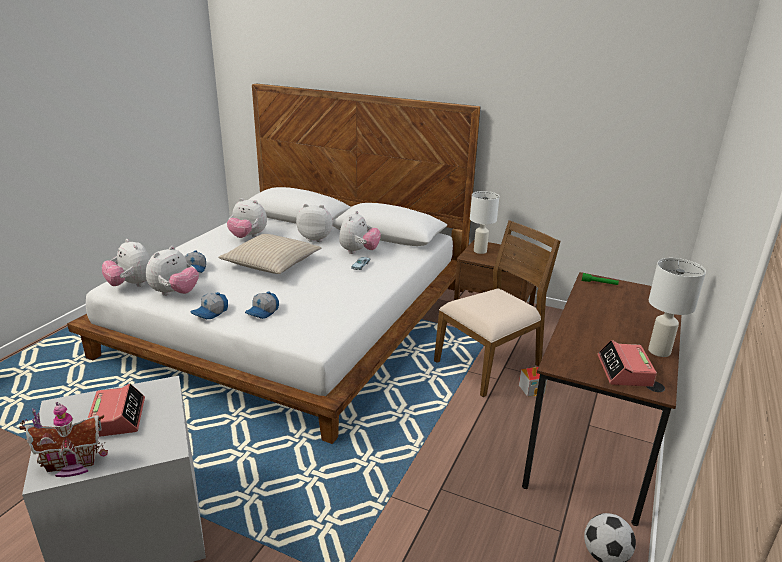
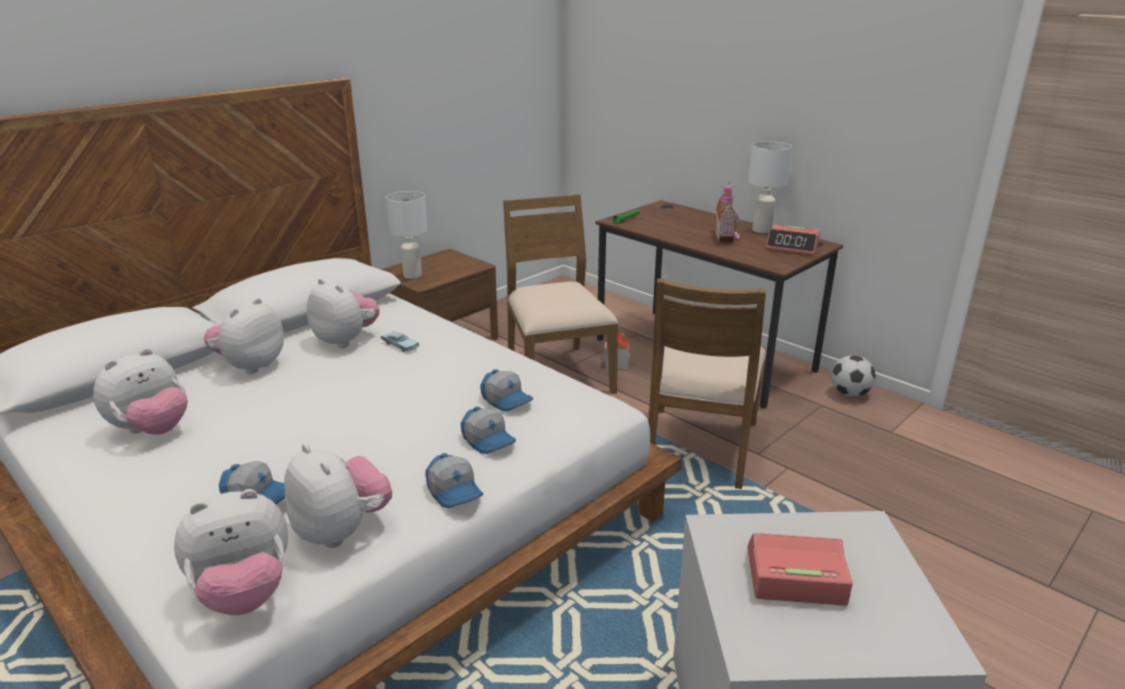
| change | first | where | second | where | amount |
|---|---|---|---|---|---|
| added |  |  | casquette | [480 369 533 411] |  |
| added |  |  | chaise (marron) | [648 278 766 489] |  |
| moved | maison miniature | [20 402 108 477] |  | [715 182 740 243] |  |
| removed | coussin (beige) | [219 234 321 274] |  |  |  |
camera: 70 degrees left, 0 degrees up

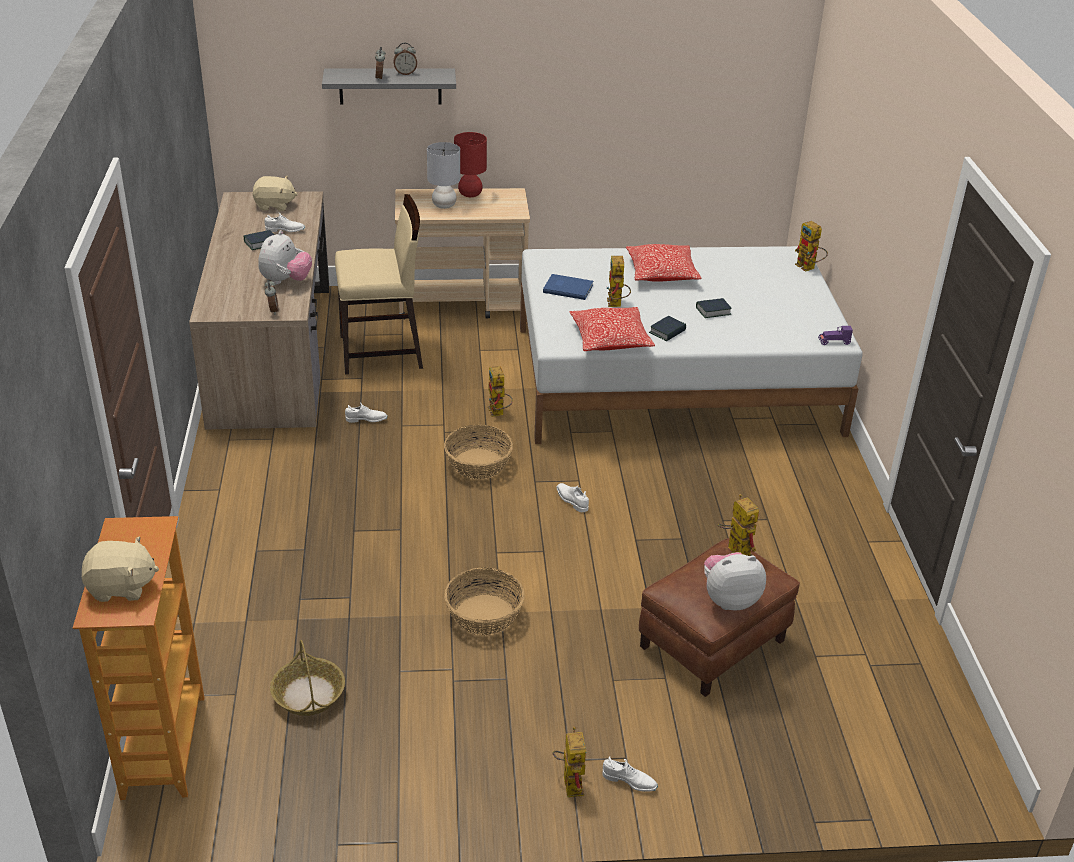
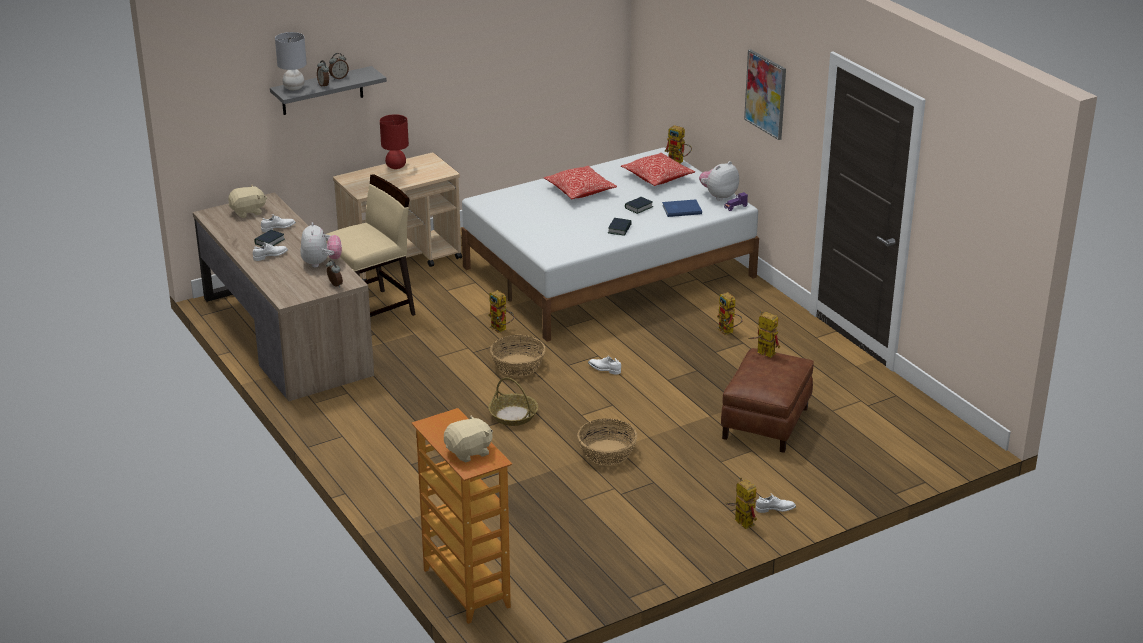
| change | first | where | second | where | amount |
|---|---|---|---|---|---|
| moved | chaussure (blanc) | [345 403 388 423] |  | [253 242 288 261] |  |
| moved | lampe de table (gris) | [427 142 460 209] |  | [275 32 307 90] |  |
| moved | panier | [270 640 345 716] |  | [488 377 538 426] |  |
| moved | coussin | [570 307 655 351] |  | [621 153 695 186] |  |
| moved | livre (bleu) | [543 274 593 300] |  | [662 199 702 217] |  |
| moved | peluche | [704 552 766 610] |  | [699 161 739 201] |  |
| moved | robot jouet | [606 256 631 307] |  | [717 292 743 335] |  |
| added |  |  | tableau | [744 49 786 140] |  |
camera: 25 degrees left, 5 degrees down

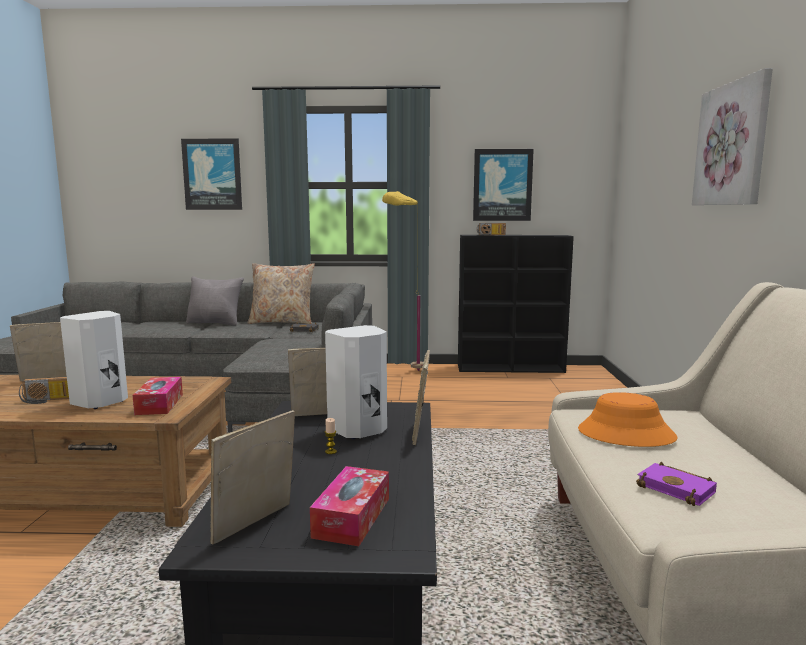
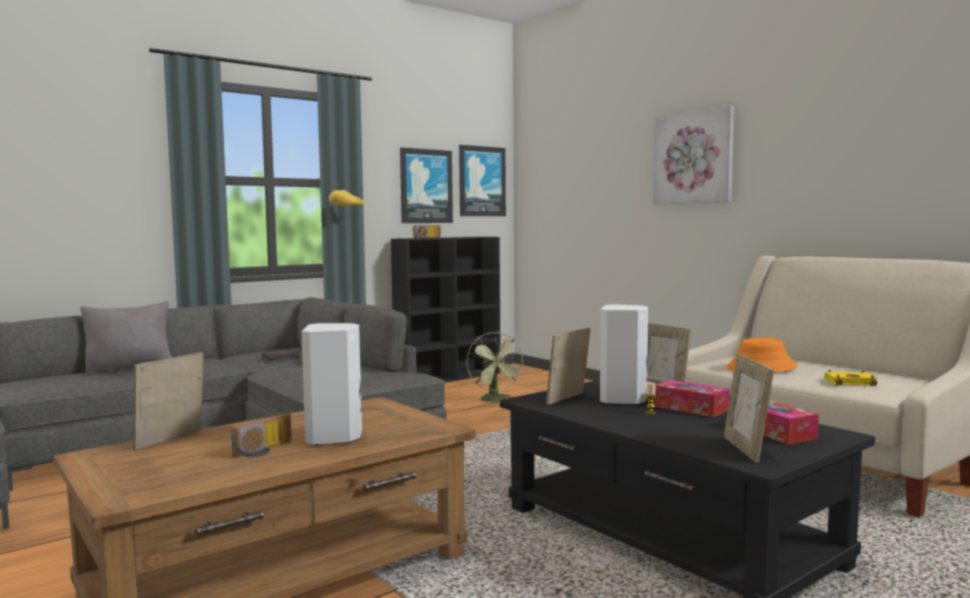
| change | first | where | second | where | amount |
|---|---|---|---|---|---|
| moved | tableau | [181 139 242 210] |  | [459 145 506 216] |  |
| added |  |  | ventilateur (vert) | [467 332 524 403] |  |
| moved | boîte à mouchoirs | [133 377 183 415] |  | [654 380 730 417] |  |
| recoloured | livre (violet) | [636 462 717 506] | livre (jaune) | [825 370 878 386] |  |
| removed | coussin (beige) | [248 263 315 324] |  |  |  |
camera: 40 degrees left, 5 degrees down

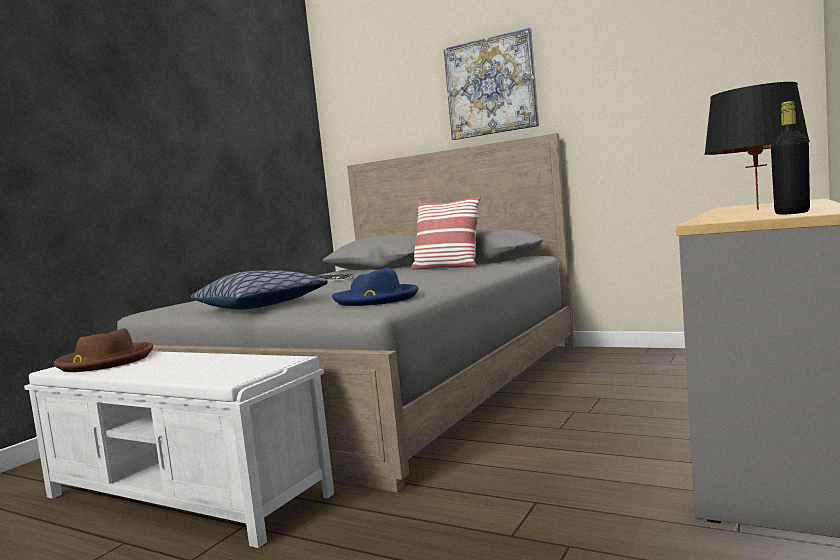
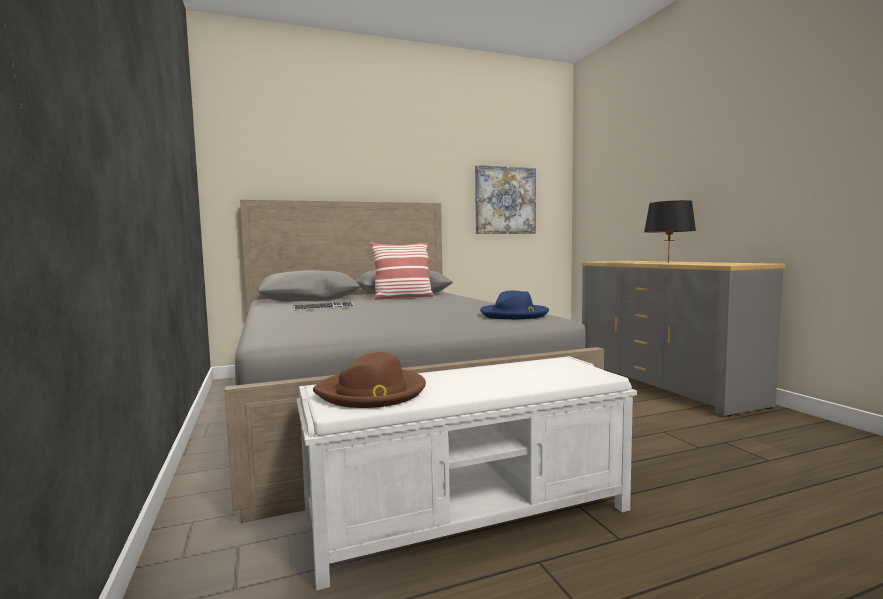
| change | first | where | second | where | amount |
|---|---|---|---|---|---|
| moved | tableau | [443 27 539 140] |  | [475 165 536 234] |  |
| removed | coussin | [191 270 328 309] |  |  |  |
| removed | bouteille (noir) | [771 101 810 215] |  |  |  |
camera: 50 degrees left, 0 degrees up

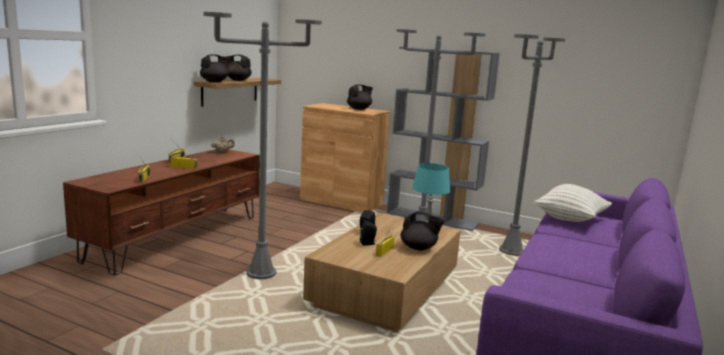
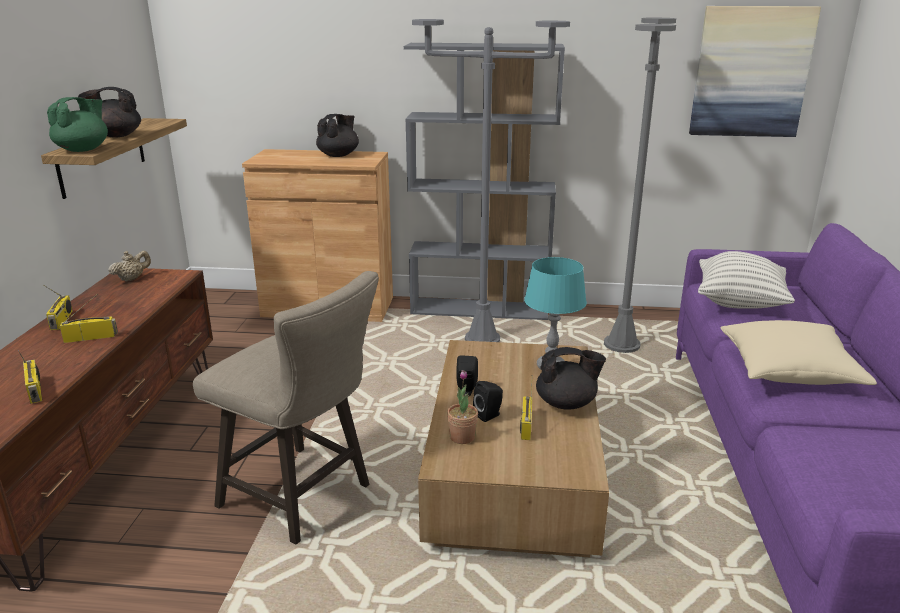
| change | first | where | second | where | amount |
|---|---|---|---|---|---|
| recoloured | théière (noir) | [200 54 230 82] | théière (vert) | [47 97 108 152] |  |
| replaced | lampadaire (gris) | [204 12 322 279] | tabouret (beige) | [193 271 379 544] |  |
| added |  |  | plante en pot | [447 370 478 444] |  |
| added |  |  | tableau | [689 6 821 137] |  |
| added |  |  | coussin (beige) | [721 320 877 385] |  |
camera: 20 degrees left, 10 degrees up

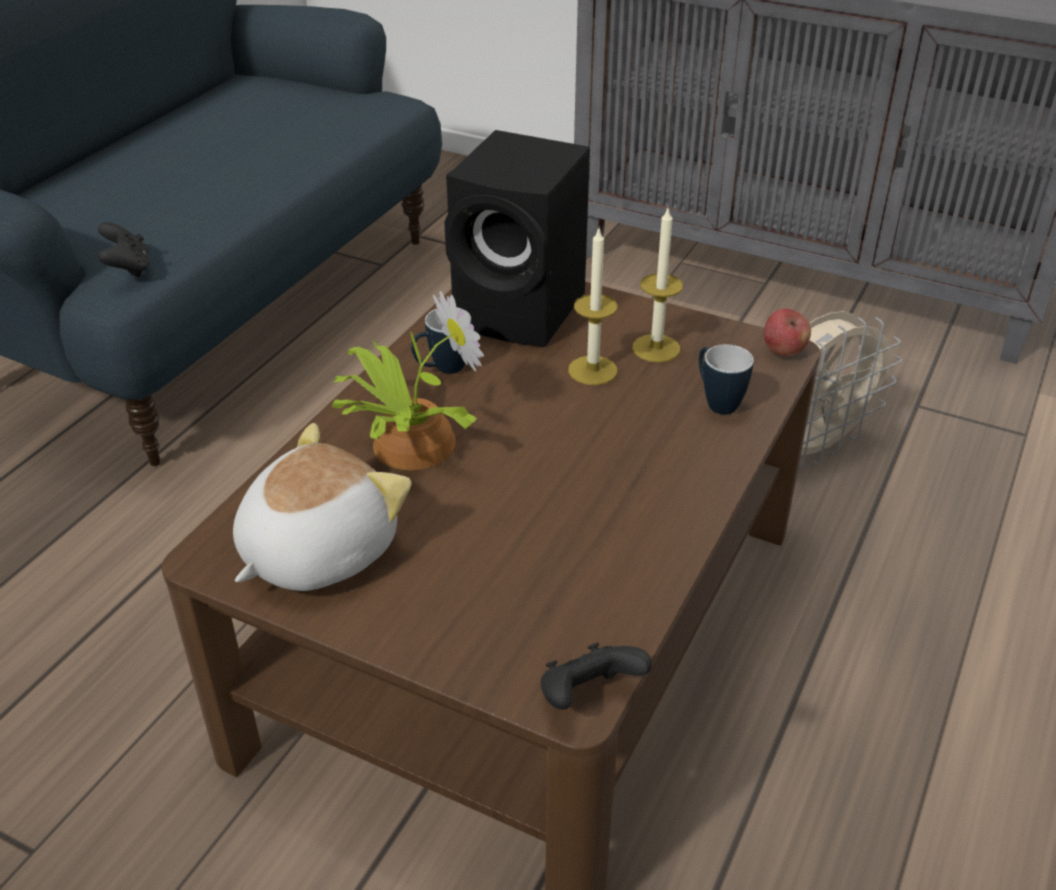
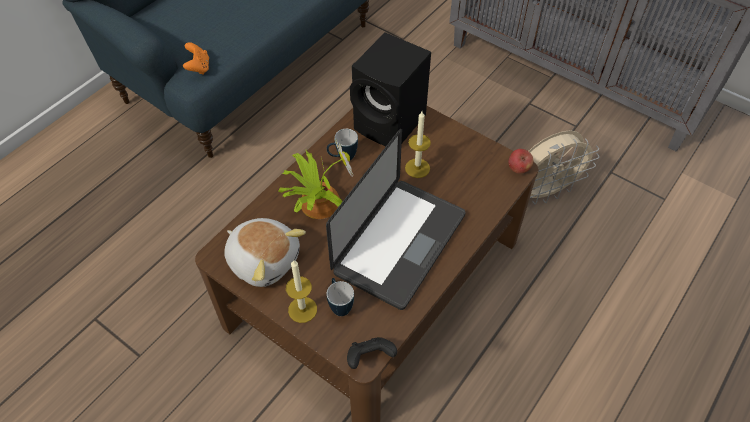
| change | first | where | second | where | amount |
|---|---|---|---|---|---|
| recoloured | manette (noir) | [98 222 149 278] | manette (orange) | [183 42 209 75] |  |
| turned | peluche | [233 423 412 591] |  | [224 218 306 287] | 75 degrees clockwise |
| moved | bougie | [632 208 683 362] |  | [286 259 317 323] |  |
| added |  |  | ordinateur portable | [326 129 465 310] |  |
| moved | mug | [699 344 754 415] |  | [327 278 354 316] |  |
camera: 10 degrees right, 15 degrees up

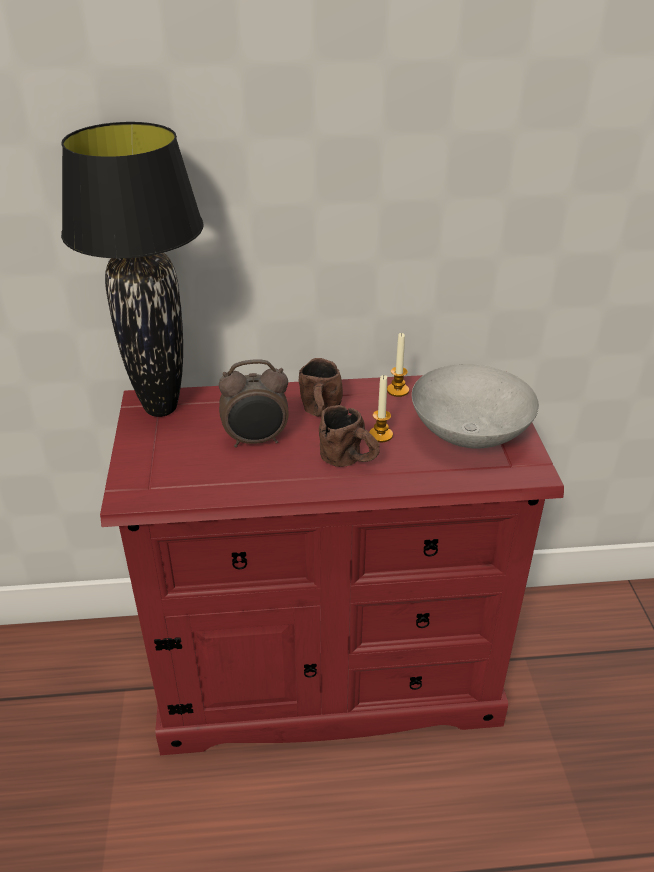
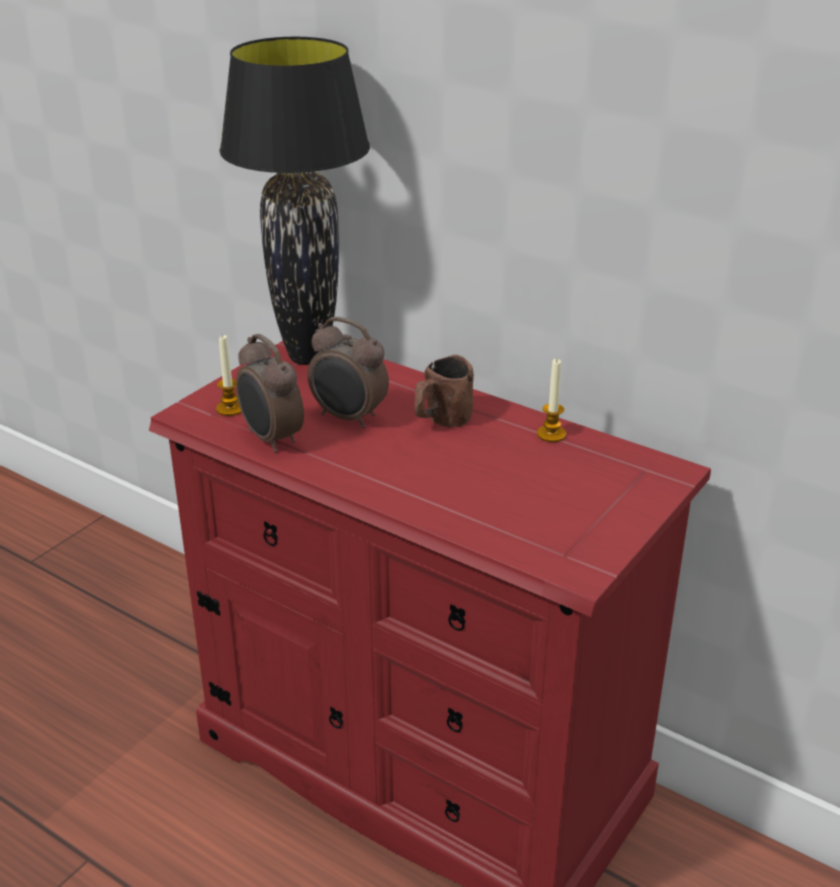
| change | first | where | second | where | amount |
|---|---|---|---|---|---|
| moved | bougie | [369 375 393 442] |  | [216 334 241 416] |  |
| added |  |  | réveil | [236 334 304 453] |  |
| removed | mug (marron) | [319 405 380 467] |  |  |  |
| removed | bol (gris) | [412 364 539 449] |  |  |  |
camera: 40 degrees right, 5 degrees down

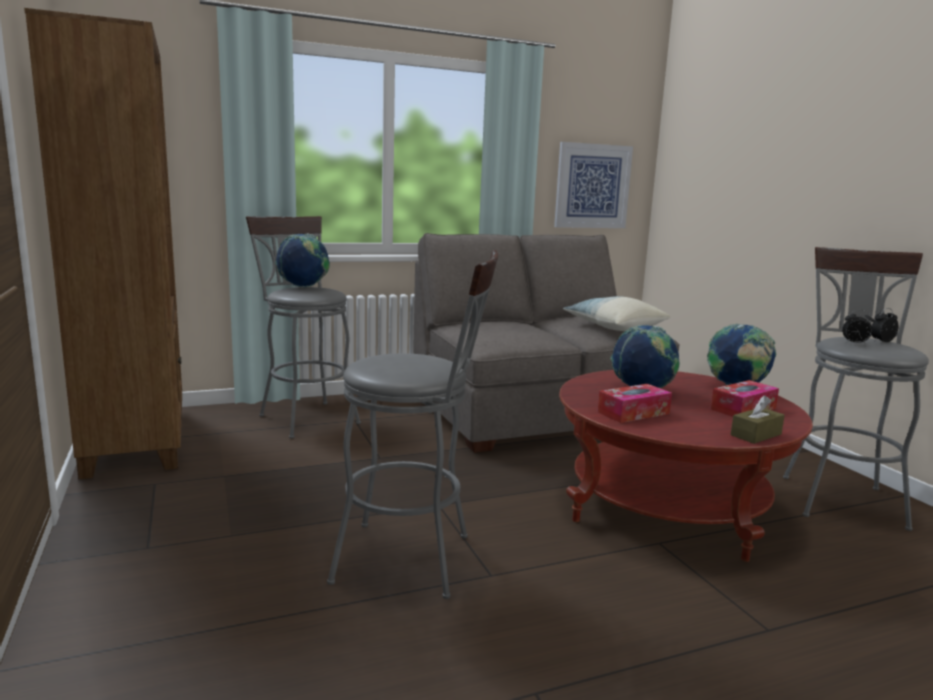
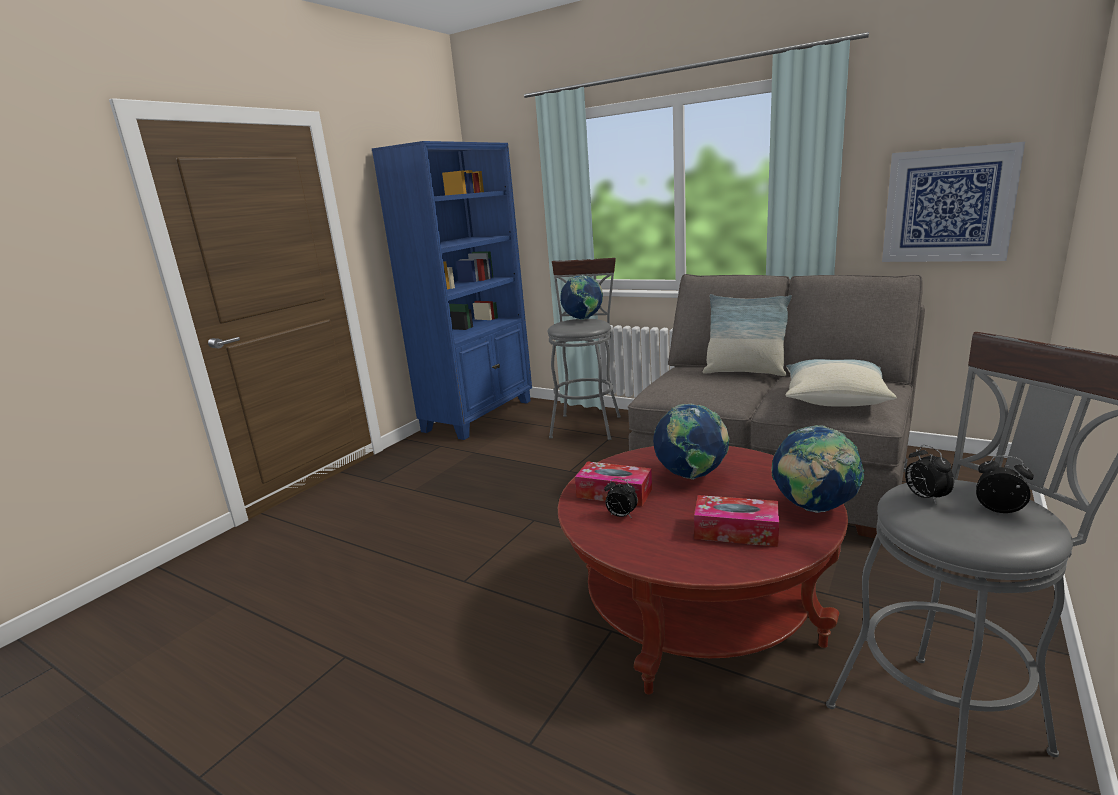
| change | first | where | second | where | amount |
|---|---|---|---|---|---|
| recoloured | bibliothèque (marron) | [24 8 182 480] | bibliothèque (bleu) | [372 141 532 440] |  |
| added |  |  | réveil | [604 478 638 517] |  |
| added |  |  | coussin | [702 294 792 376] |  |
| removed | tabouret (gris) | [327 250 498 599] |  |  |  |
| removed | boîte à mouchoirs (marron) | [731 395 785 444] |  |  |  |
camera: 55 degrees right, 5 degrees up

